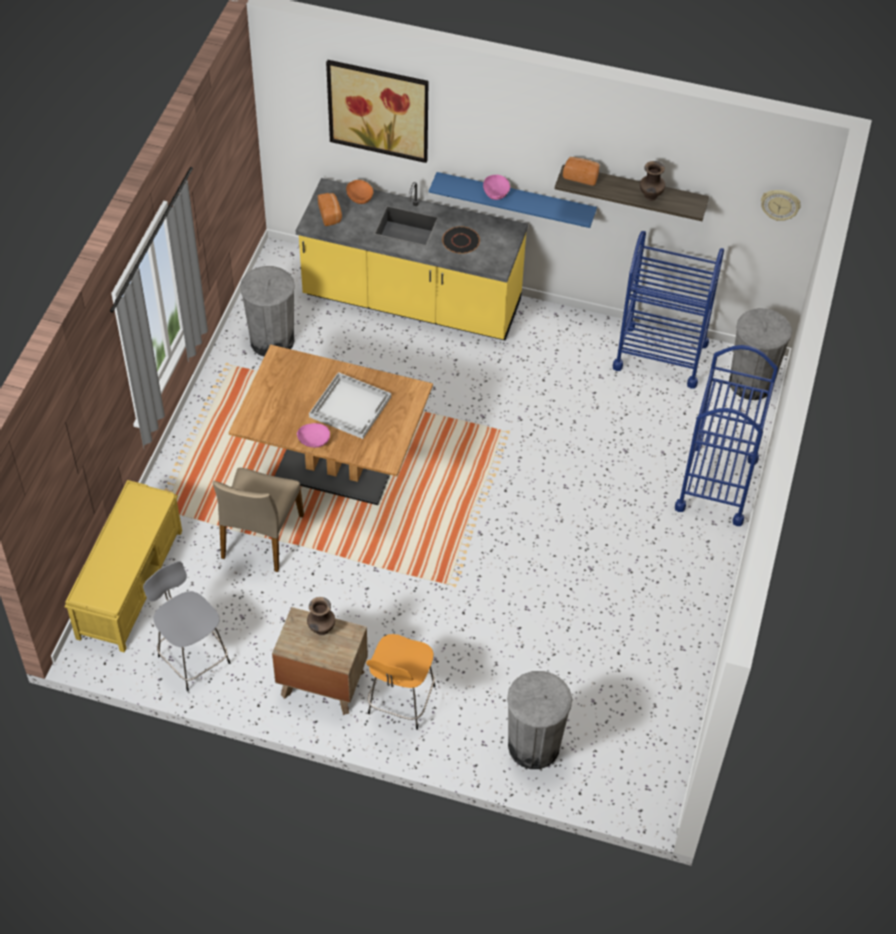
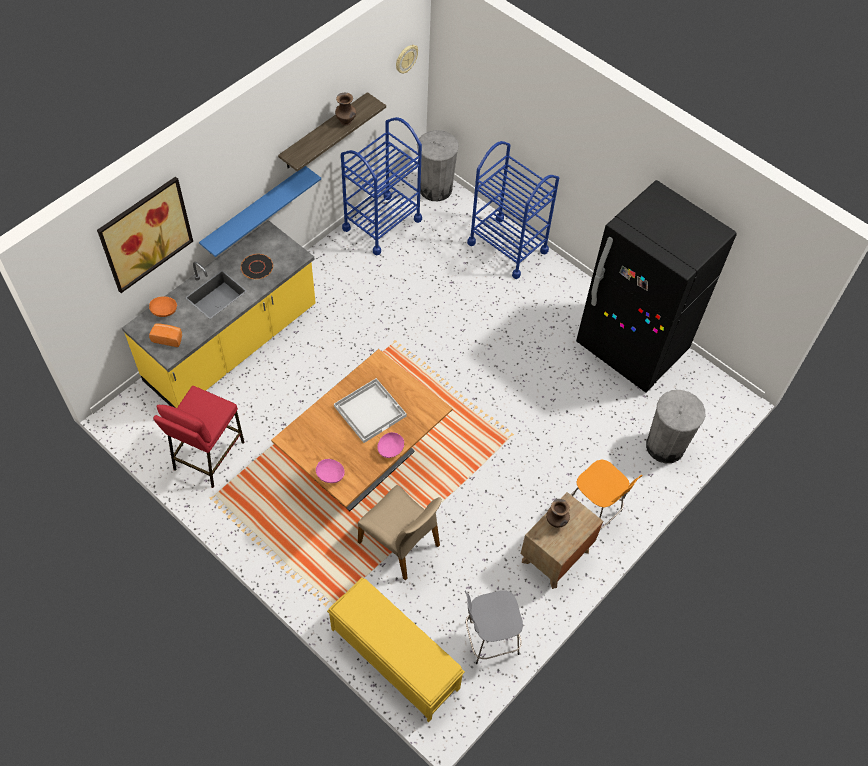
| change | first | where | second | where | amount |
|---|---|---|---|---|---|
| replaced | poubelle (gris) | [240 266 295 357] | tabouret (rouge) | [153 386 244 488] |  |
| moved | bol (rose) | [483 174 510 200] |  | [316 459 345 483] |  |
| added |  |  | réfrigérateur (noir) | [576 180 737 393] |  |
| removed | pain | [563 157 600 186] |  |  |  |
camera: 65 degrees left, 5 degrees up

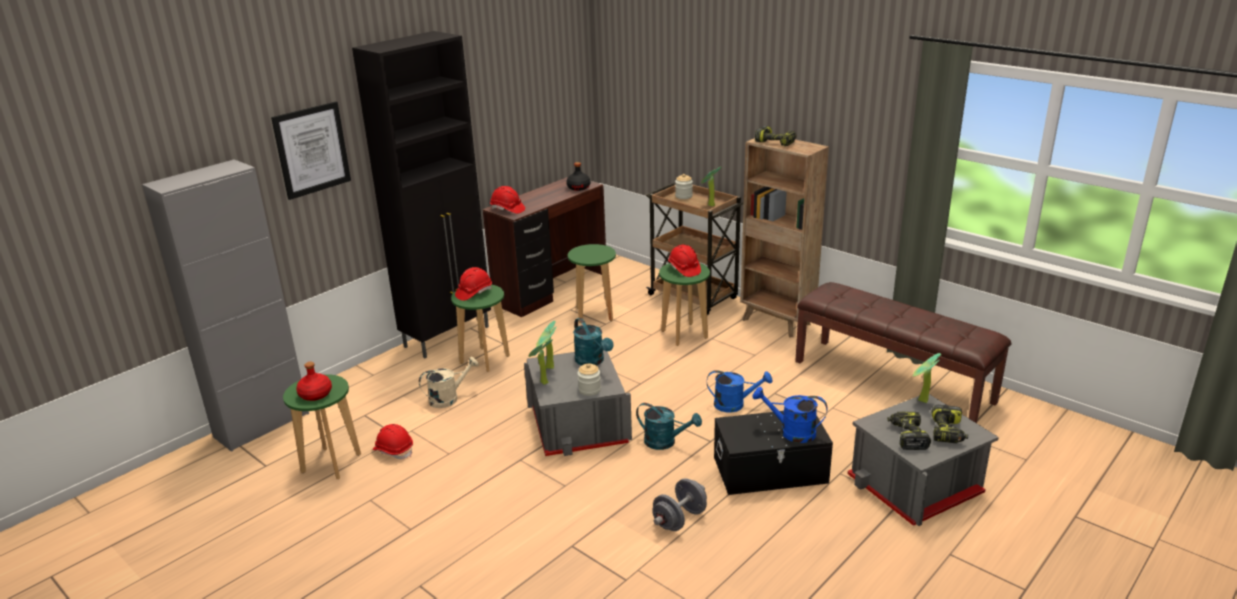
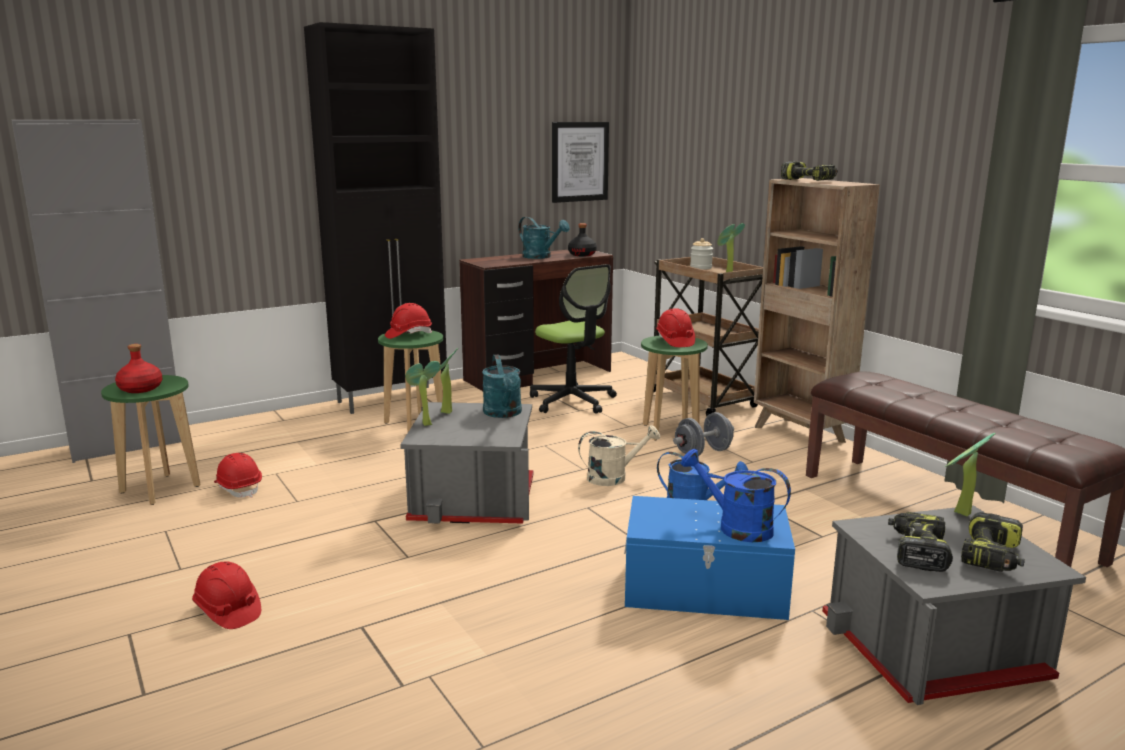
| change | first | where | second | where | amount |
|---|---|---|---|---|---|
| moved | casque de chantier (rouge) | [490 186 525 214] |  | [192 562 261 629] |  |
| moved | arrosoir (turquoise) | [636 403 702 450] |  | [518 217 570 259] |  |
| replaced | tabouret (vert) | [568 244 616 323] | chaise de bureau | [530 264 617 414] |  |
| moved | tableau | [271 101 351 200] |  | [552 122 609 203] |  |
| moved | arrosoir (beige) | [419 357 479 408] |  | [578 425 660 486] |  |
| recoloured | boîte de rangement (noir) | [714 411 833 495] | boîte de rangement (bleu) | [624 496 795 620] |  |
| moved | haltère (gris) | [652 478 707 531] |  | [673 412 734 456] |  |
| removed | bocal | [577 363 601 396] |  |  |  |
camera: 15 degrees right, 10 degrees down

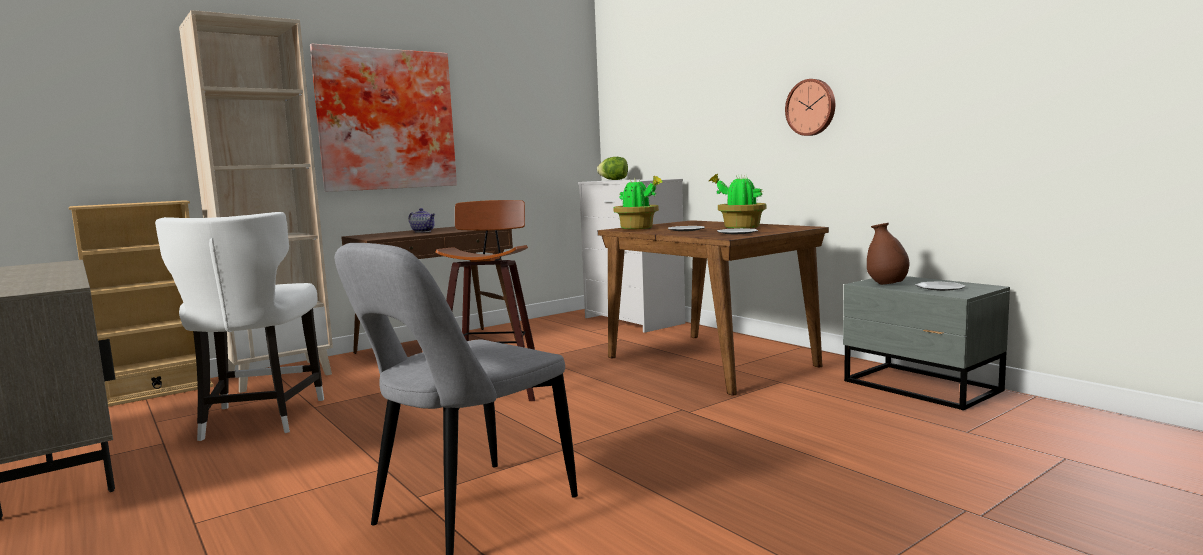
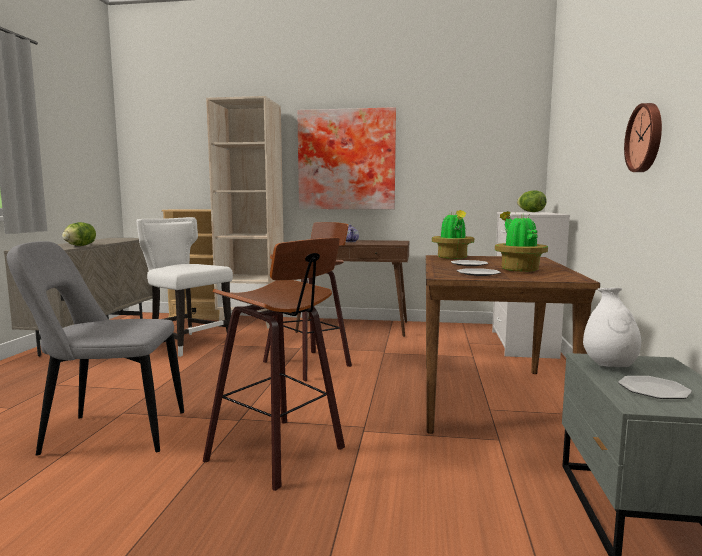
| change | first | where | second | where | amount |
|---|---|---|---|---|---|
| added |  |  | laitue | [62 222 96 246] |  |
| turned | chaise (blanc) | [155 212 324 441] |  | [137 217 233 357] | 90 degrees clockwise |
| added |  |  | tabouret | [203 238 345 491] |  |
| recoloured | vase (marron) | [867 223 909 285] | vase (blanc) | [583 288 641 367] |  |
camera: 45 degrees right, 0 degrees up

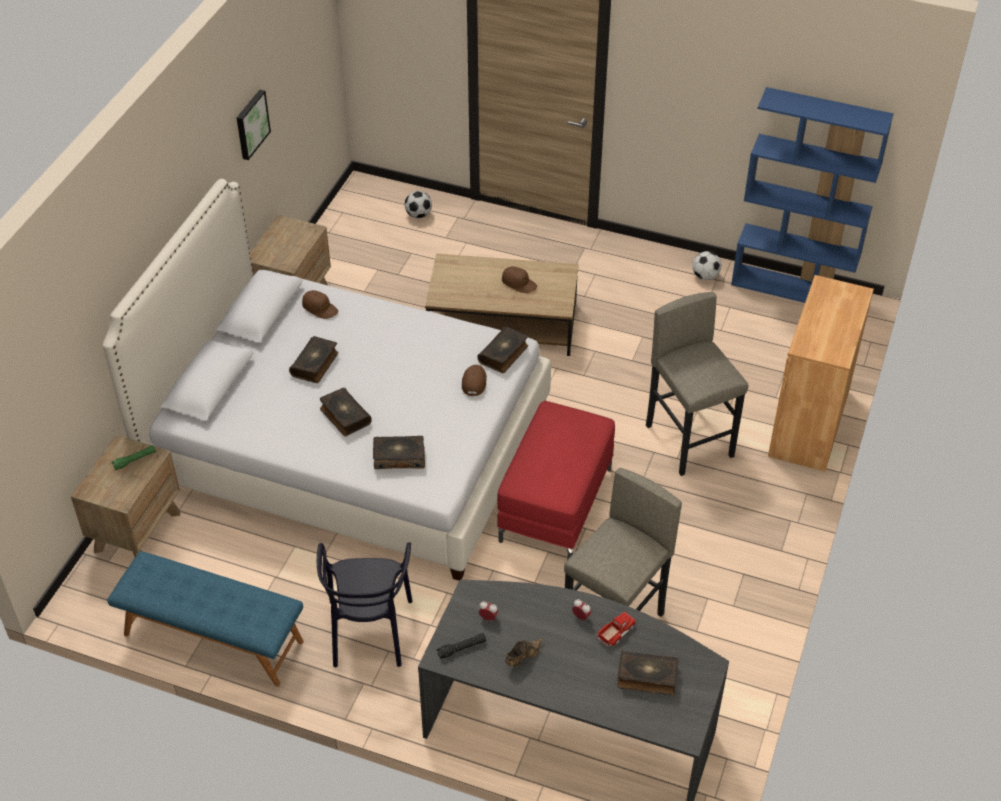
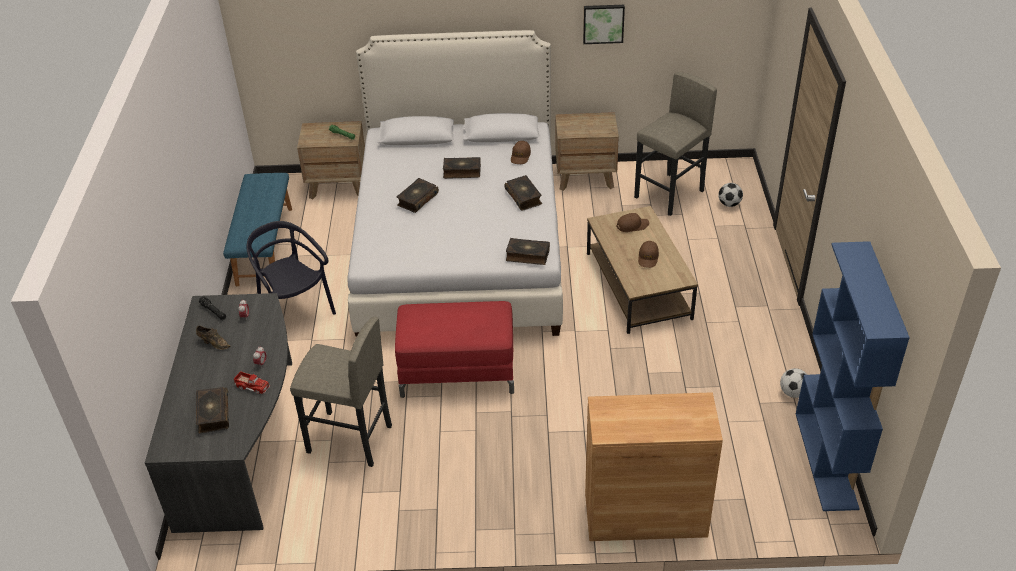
| change | first | where | second | where | amount |
|---|---|---|---|---|---|
| turned | chaise (noir) | [317 542 412 667] |  | [246 221 336 315] | 75 degrees clockwise |
| moved | livre | [373 436 425 469] |  | [504 175 542 211] |  |
| moved | casquette (marron) | [462 365 487 396] |  | [616 213 649 232] |  |
| moved | tabouret (gris) | [646 292 748 476] |  | [634 72 717 216] |  |
camera: 70 degrees right, 5 degrees down

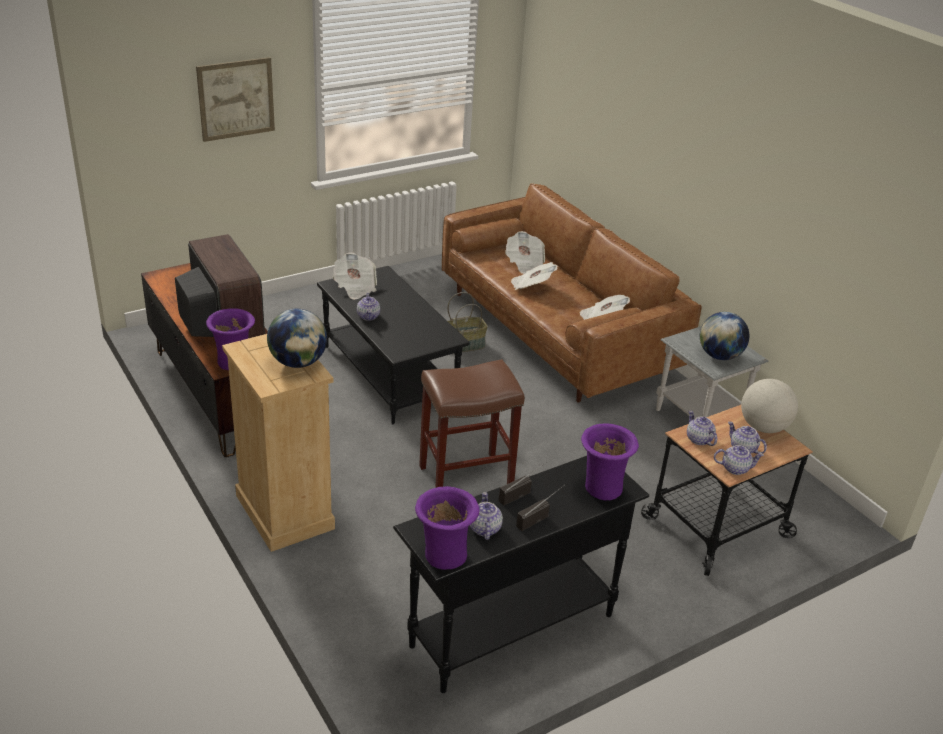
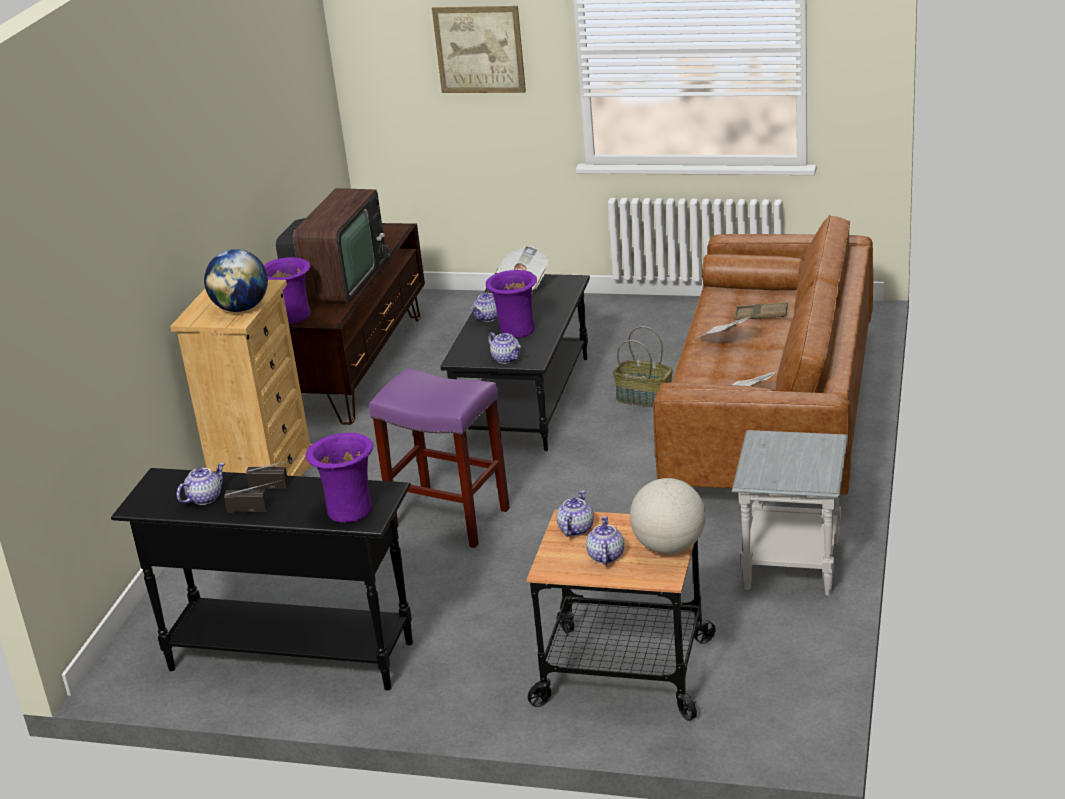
| change | first | where | second | where | amount |
|---|---|---|---|---|---|
| recoloured | tabouret (marron) | [419 359 525 488] | tabouret (violet) | [369 368 510 548] |  |
| moved | vase (violet) | [415 486 479 570] |  | [486 270 537 338] |  |
| moved | théière | [714 445 764 475] |  | [488 332 521 364] |  |
| replaced | journal | [505 231 545 274] | plateau (marron) | [734 302 788 320] |  |
| removed | globe | [700 312 749 360] |  |  |  |
camera: 50 degrees right, 5 degrees down

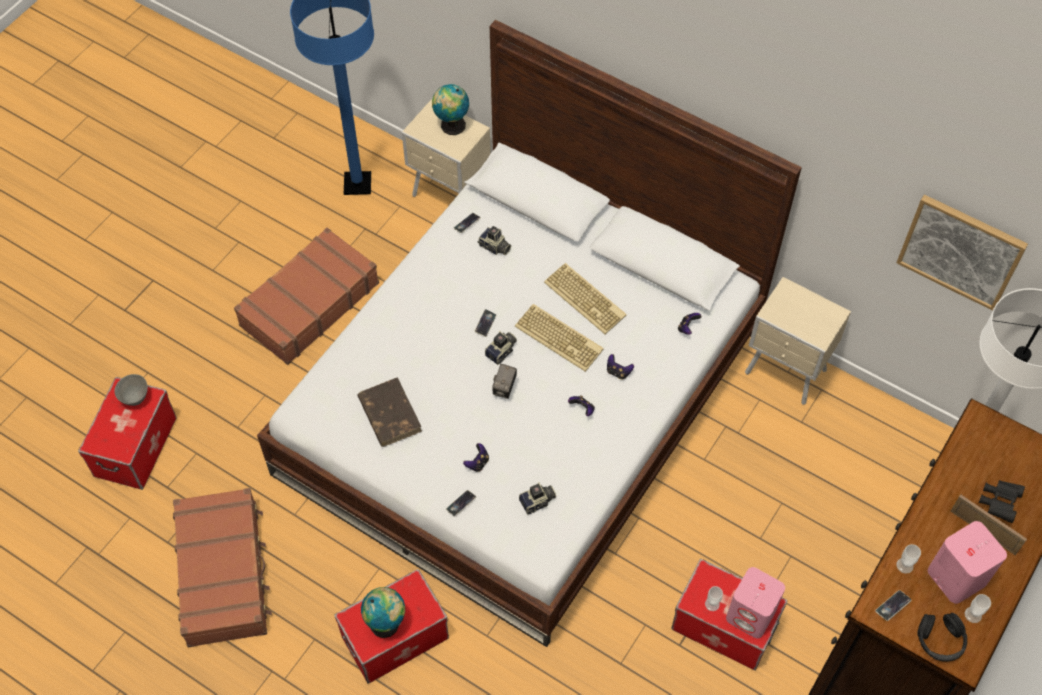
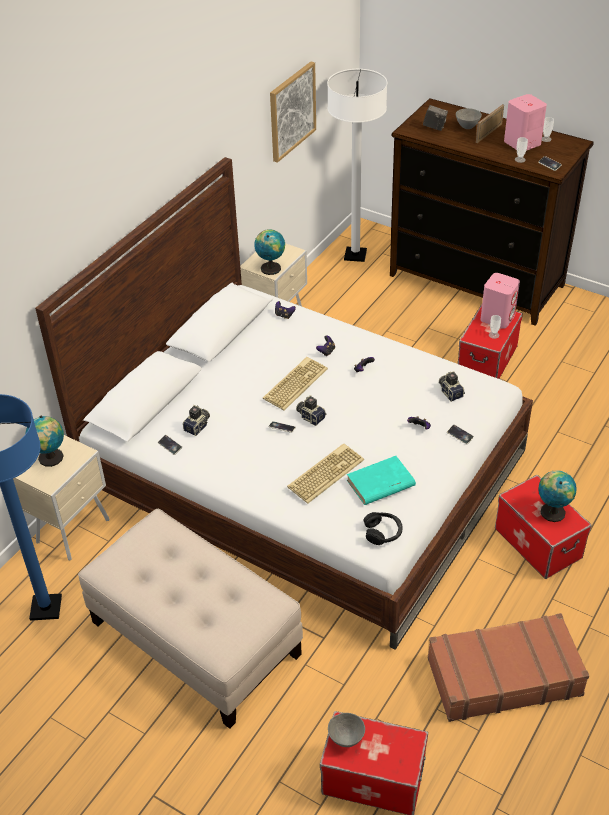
| change | first | where | second | where | amount |
|---|---|---|---|---|---|
| replaced | valise (marron) | [234 228 379 365] | pouf (beige) | [78 509 303 729] |  |
| added |  |  | globe | [255 229 285 275] |  |
| moved | clavier | [544 263 627 334] |  | [287 443 364 504] |  |
| recoloured | livre (marron) | [357 377 422 447] | livre (turquoise) | [347 456 416 505] |  |
| moved | casque audio (noir) | [917 613 967 662] |  | [363 512 403 545] |  |
| moved | appareil photo | [492 364 517 399] |  | [423 105 448 131] |  |
| replaced | jumelles (noir) | [979 480 1025 523] | bol (gris) | [456 108 482 129] |  |
camera: 90 degrees left, 15 degrees down

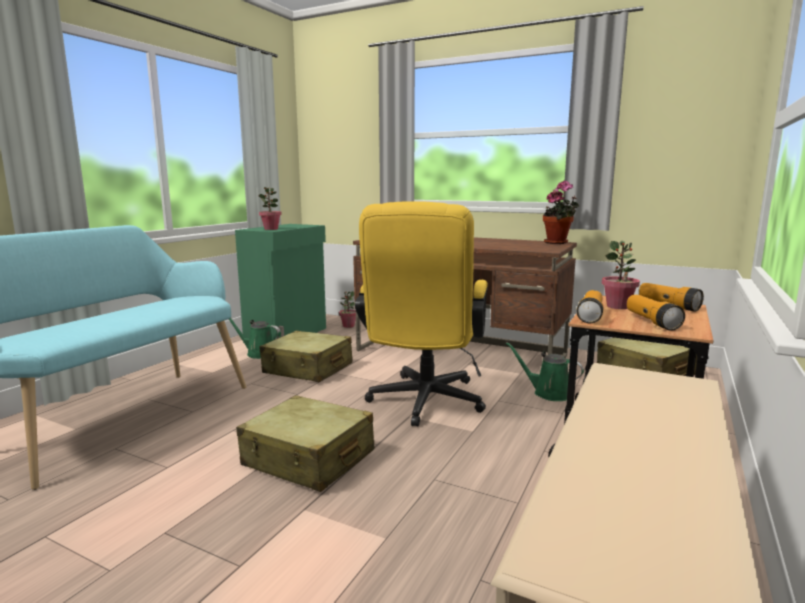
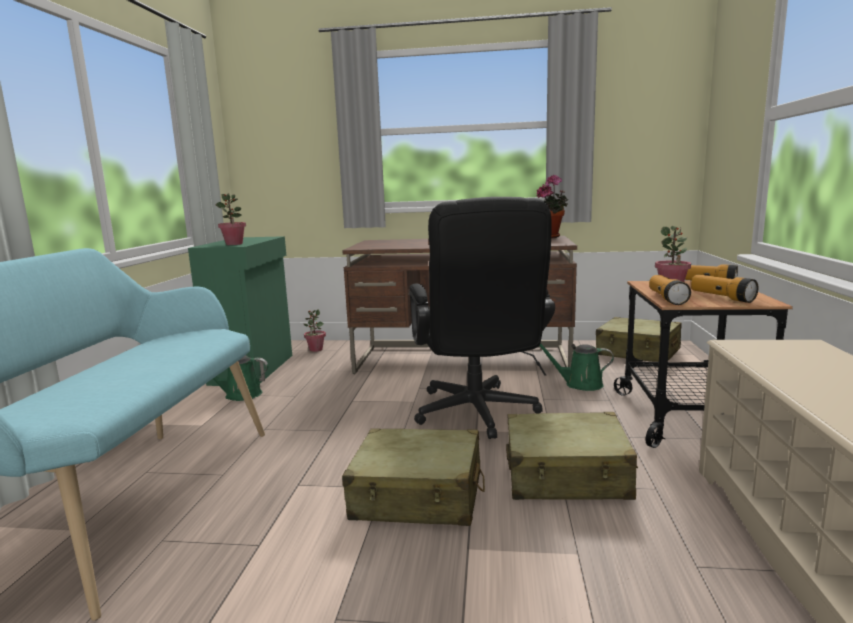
| change | first | where | second | where | amount |
|---|---|---|---|---|---|
| recoloured | chaise de bureau (jaune) | [355 201 488 426] | chaise de bureau (noir) | [409 197 555 439] |  |
| moved | valise (beige) | [259 331 353 382] |  | [506 412 638 500] |  |
camera: 20 degrees left, 0 degrees up

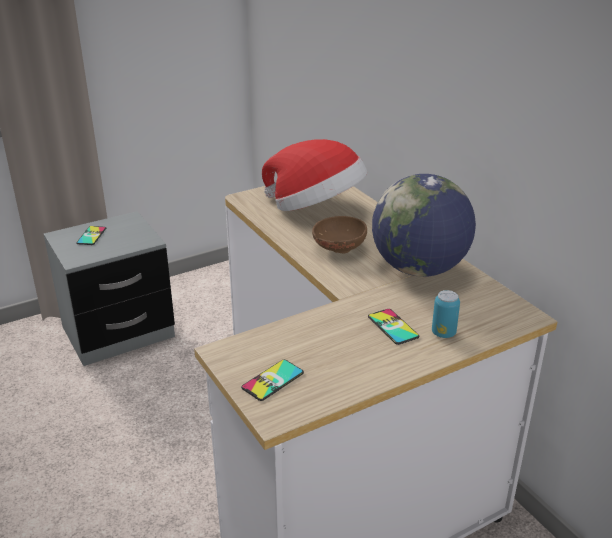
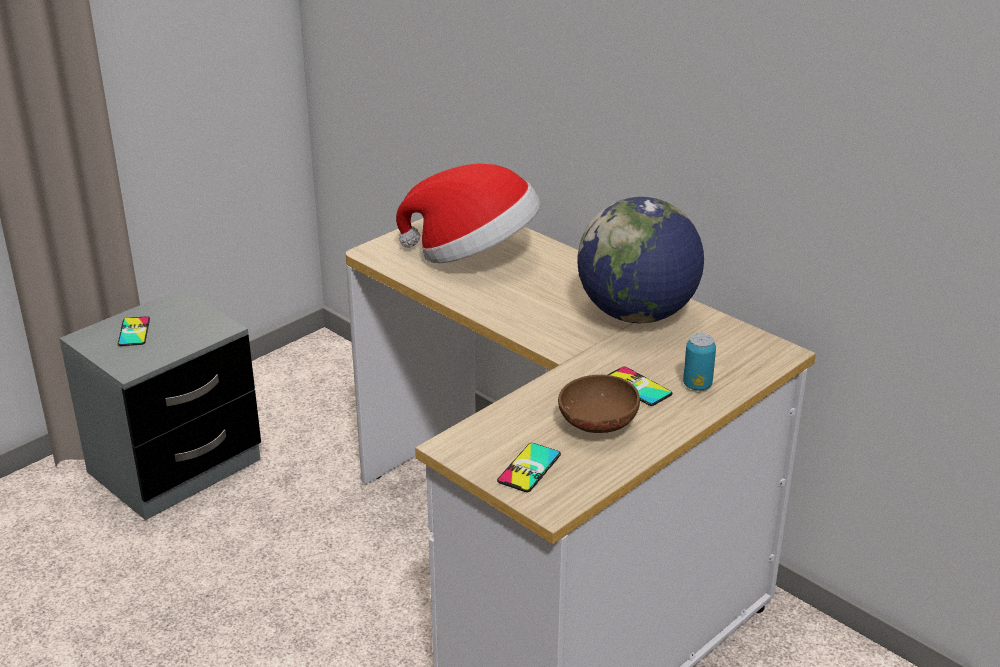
| change | first | where | second | where | amount |
|---|---|---|---|---|---|
| moved | bol (marron) | [312 216 367 254] |  | [558 375 640 433] |  |
camera: 15 degrees left, 0 degrees up

